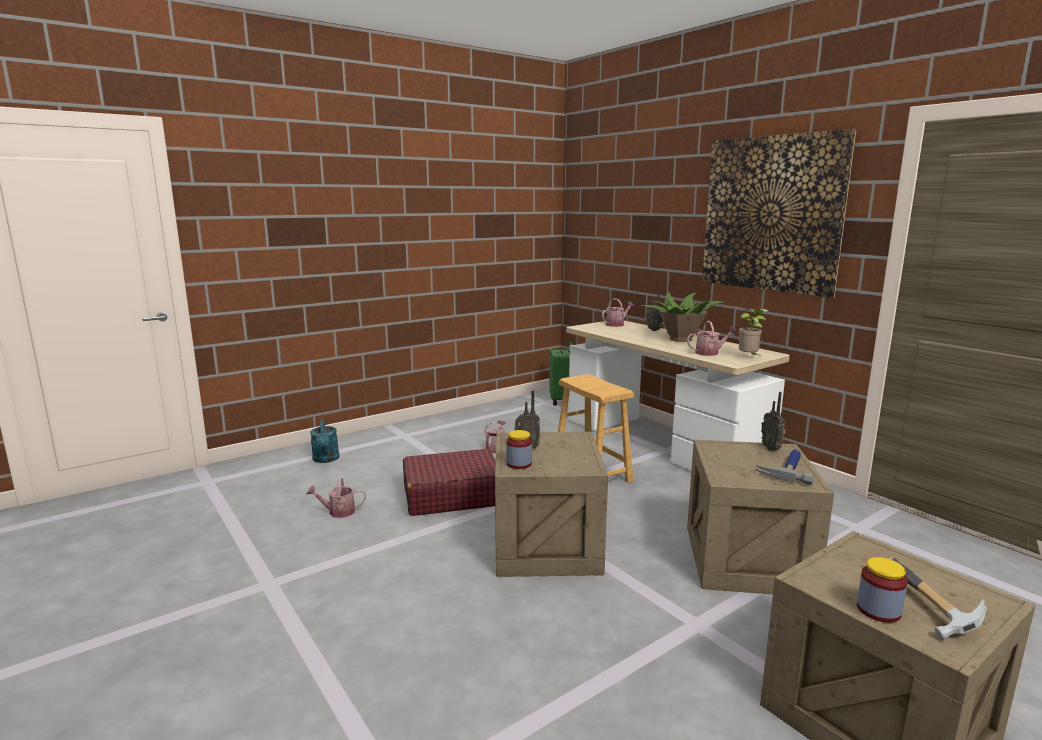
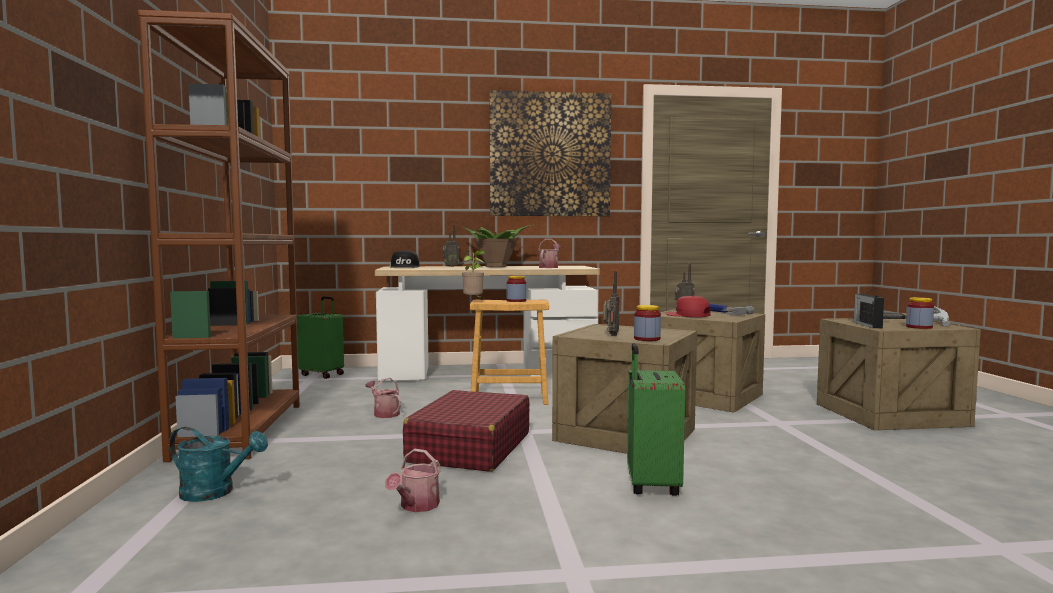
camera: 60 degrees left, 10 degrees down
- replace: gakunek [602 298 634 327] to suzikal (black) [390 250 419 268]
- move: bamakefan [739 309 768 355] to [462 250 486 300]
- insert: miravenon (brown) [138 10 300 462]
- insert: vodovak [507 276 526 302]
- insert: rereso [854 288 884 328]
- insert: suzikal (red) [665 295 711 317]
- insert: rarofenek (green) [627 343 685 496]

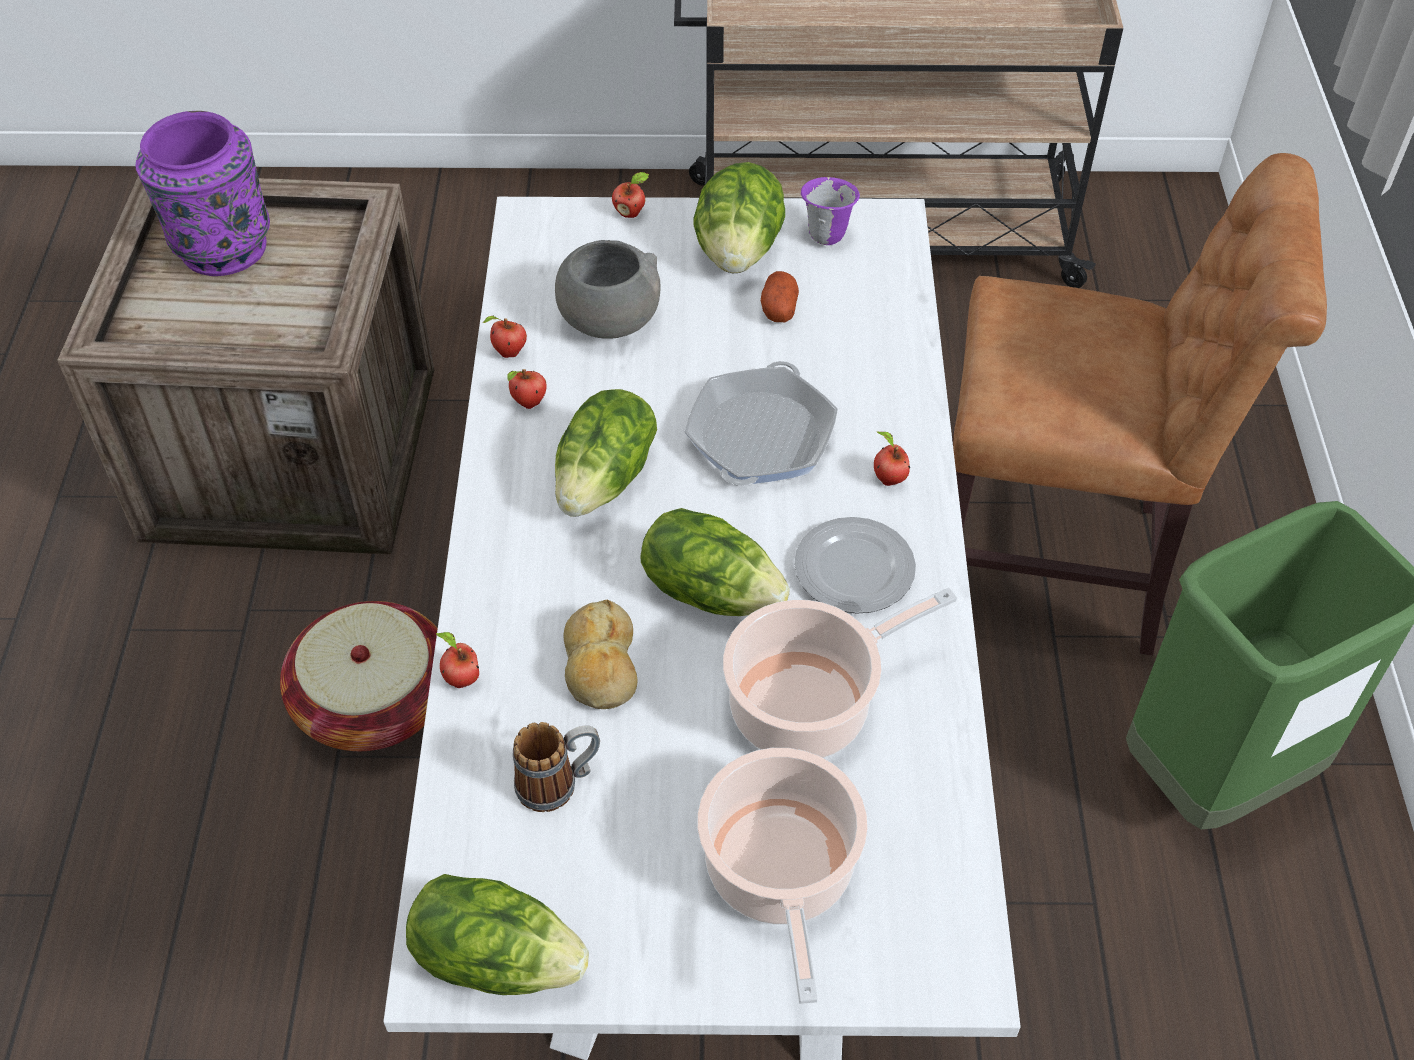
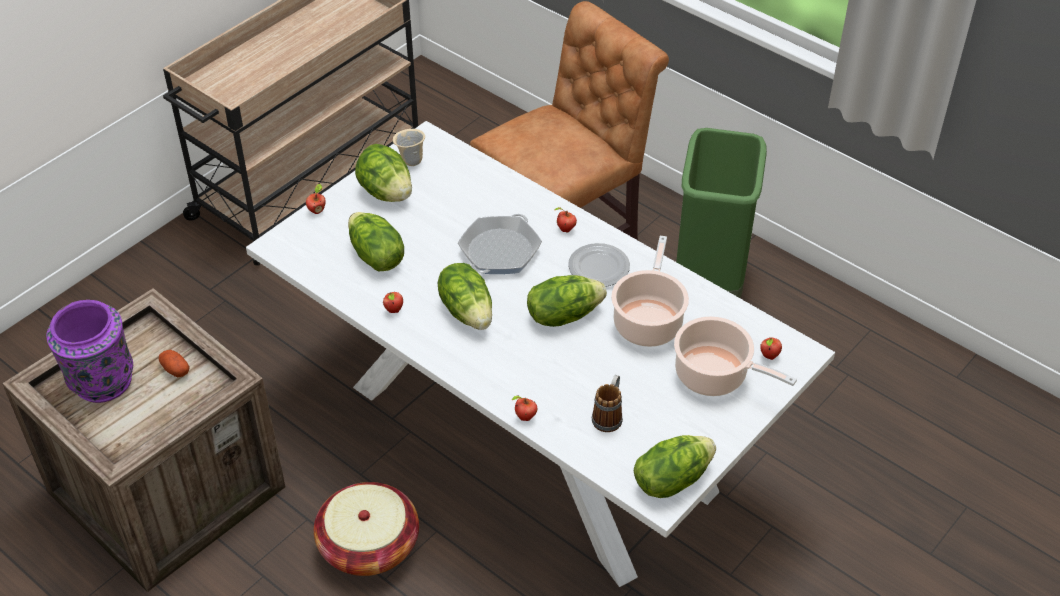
camera: 50 degrees left, 5 degrees down
- recolor: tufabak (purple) [801 177 860 245] to tufabak (beige) [393 129 425 166]
- replace: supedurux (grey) [555 240 661 339] to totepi [348 212 404 271]
- move: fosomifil [761 271 799 322] to [159 350 190 377]
- move: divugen [483 316 527 358] to [760 337 782 360]
- rotate: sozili [684 361 838 486] = [458 214 542 274] 120 degrees counterclockwise
- delete: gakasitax [563 600 637 709]

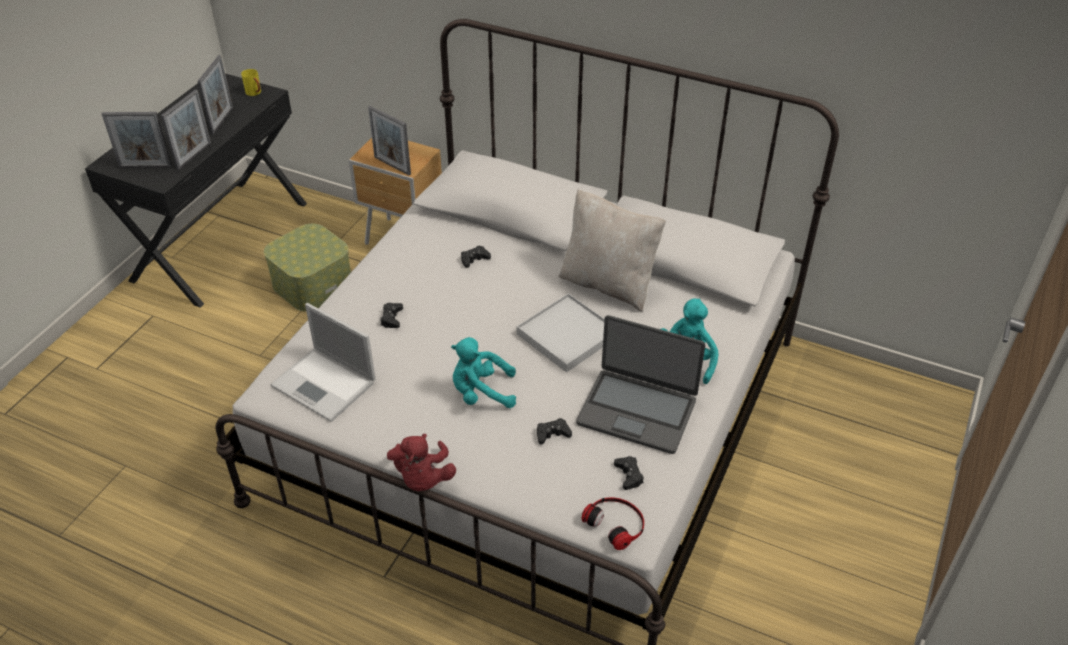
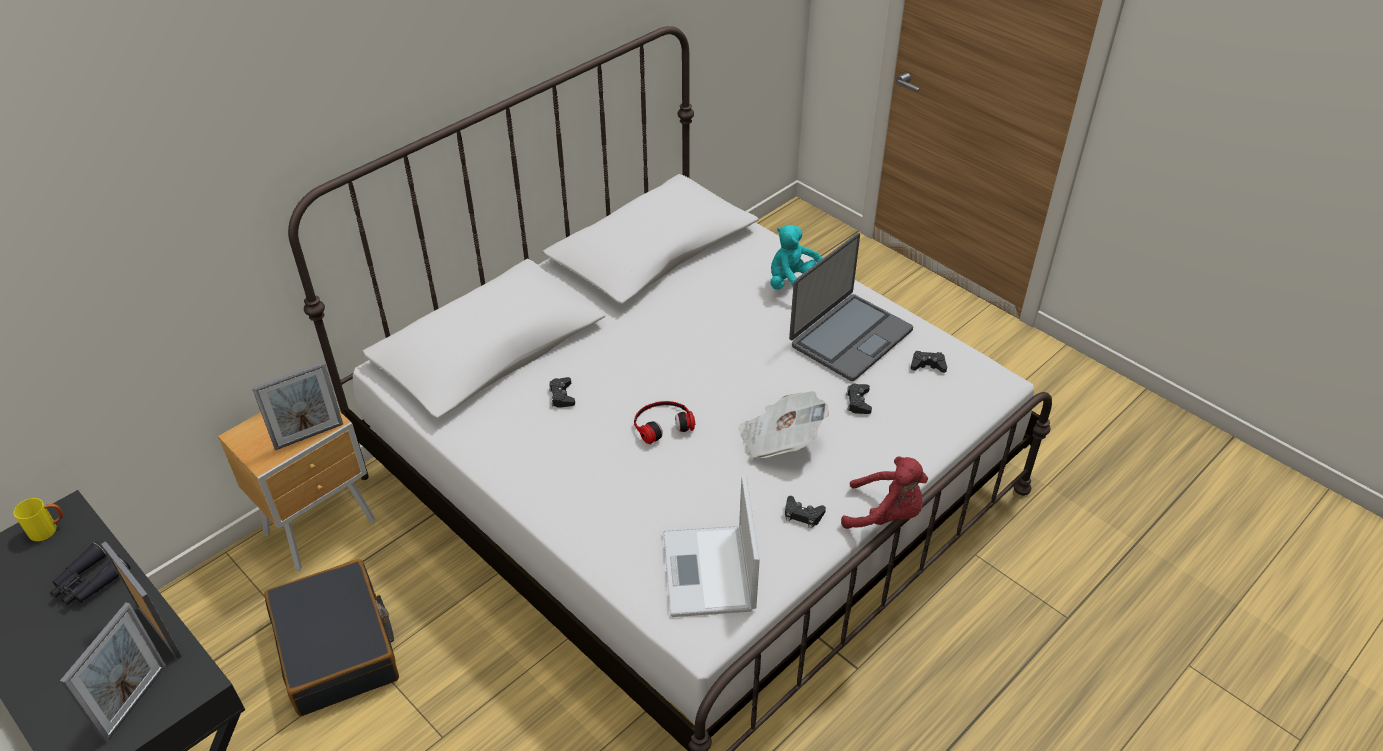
camera: 70 degrees left, 0 degrees up
- replace: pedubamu [198 55 233 135] to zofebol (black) [50 541 130 605]
- delete: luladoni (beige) [559 189 666 312]
- replace: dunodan [264 224 351 312] to rarofenek (black) [264 559 399 716]
- delete: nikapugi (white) [517 293 605 372]
- rotate: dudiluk [270 303 375 422] = [663 476 760 617] 120 degrees clockwise
- move: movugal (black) [381 303 403 328] to [785 496 826 528]
- replace: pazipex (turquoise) [451 337 516 408] to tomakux [738 391 829 459]
- move: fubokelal [581 497 644 550] to [634 401 695 444]

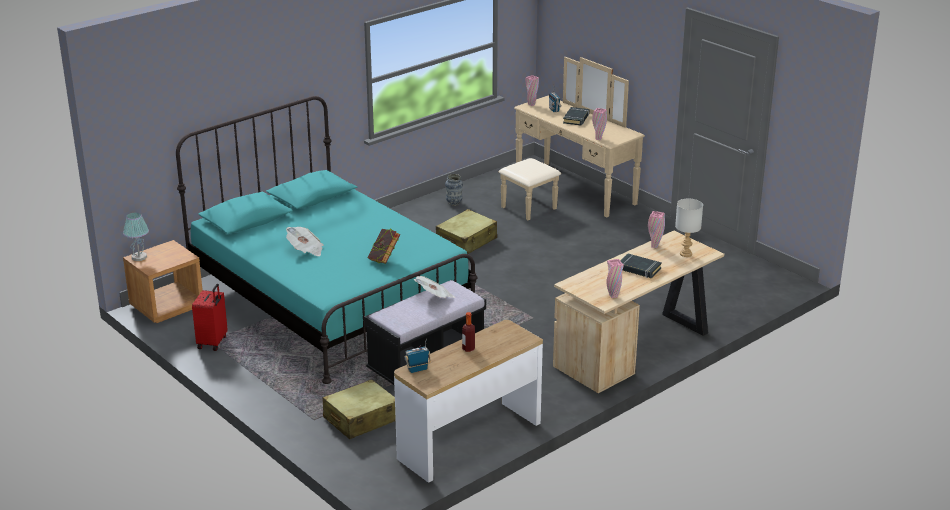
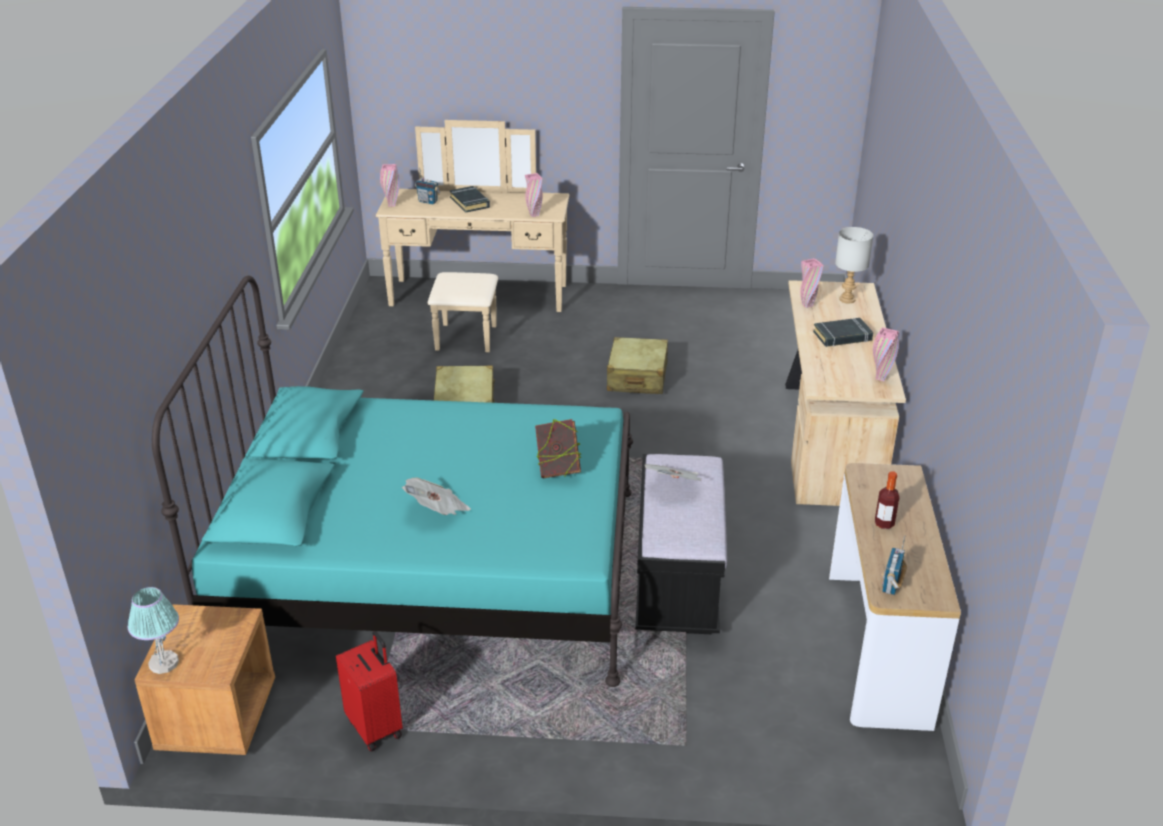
camera: 45 degrees left, 5 degrees up
- delete: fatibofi [445 174 463 206]
- move: rarofenek (beige) [322 379 396 439] to [607 337 668 394]

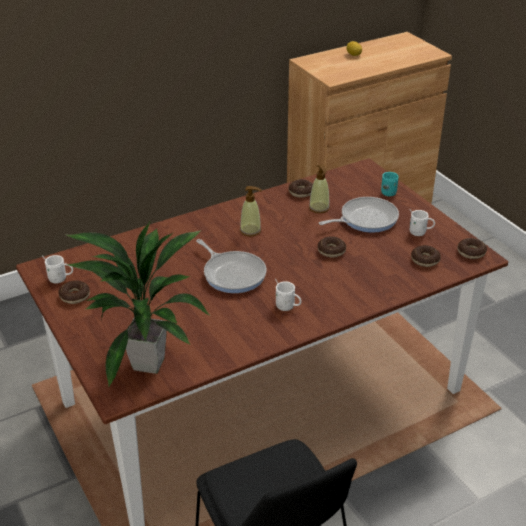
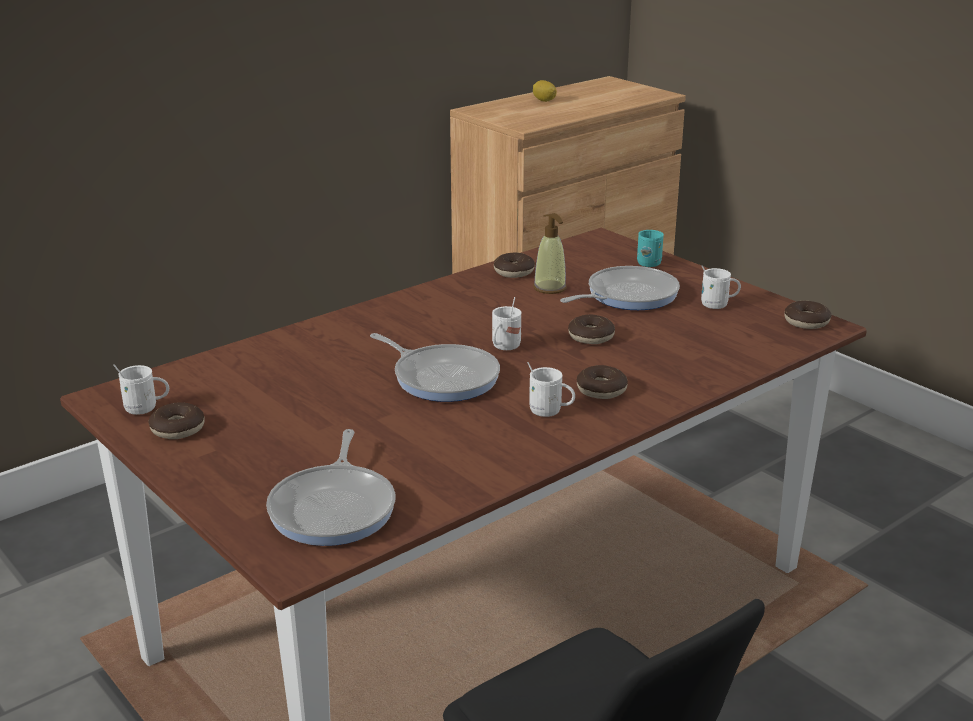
camera: 10 degrees left, 10 degrees down
- delete: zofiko [240 186 262 236]
- replace: bamakefan [67 220 210 388] to sozili [266 429 395 546]
- move: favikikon [411 245 441 267] to [577 365 628 399]
- insert: tufabak (white) [492 297 522 350]

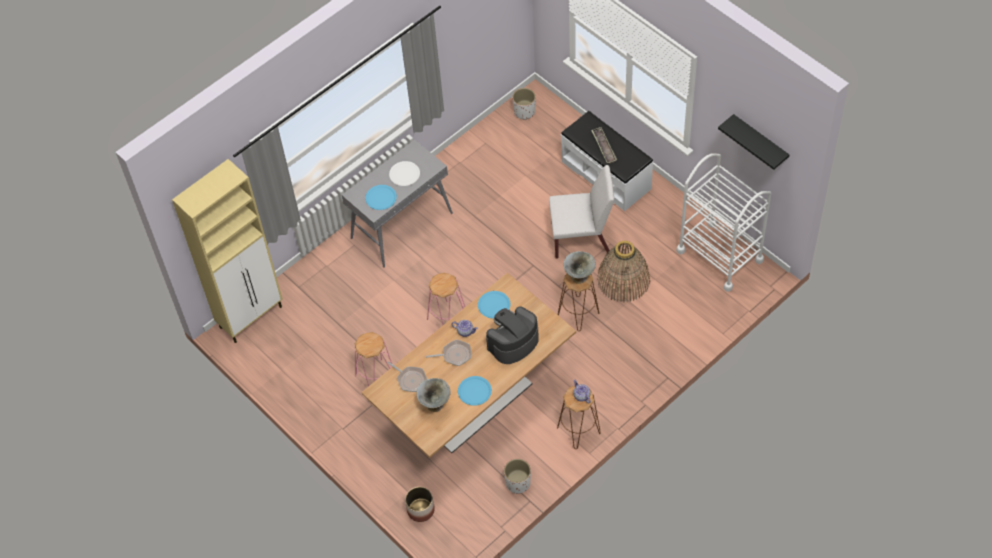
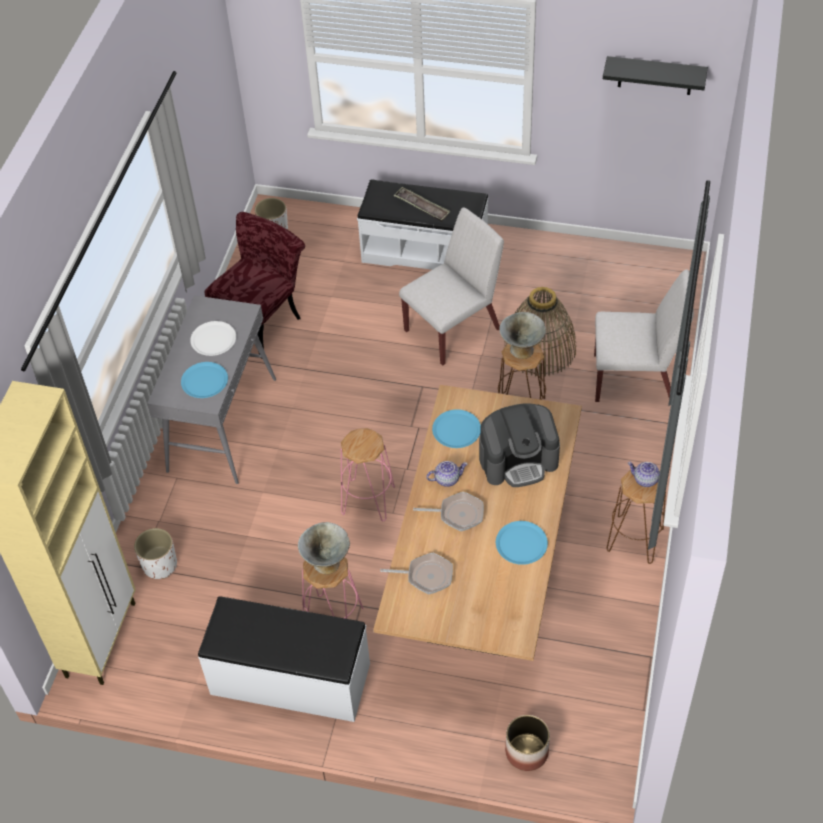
camera: 35 degrees left, 5 degrees down
- delete: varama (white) [676 153 772 292]
- rotate: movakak [486 306 539 364] = [479 404 560 487] 120 degrees counterclockwise
- rotate: sozili [425 340 471 366] = [413 492 484 531] 45 degrees clockwise
- move: supedurux (grey) [417 378 451 412] to [298 522 350 574]
- move: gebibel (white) [504 459 531 494] to [134 528 177 579]
- insert: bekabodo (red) [205 212 305 359]
- insert: bekabodo (white) [594 270 694 402]
- insert: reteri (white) [198 596 370 722]

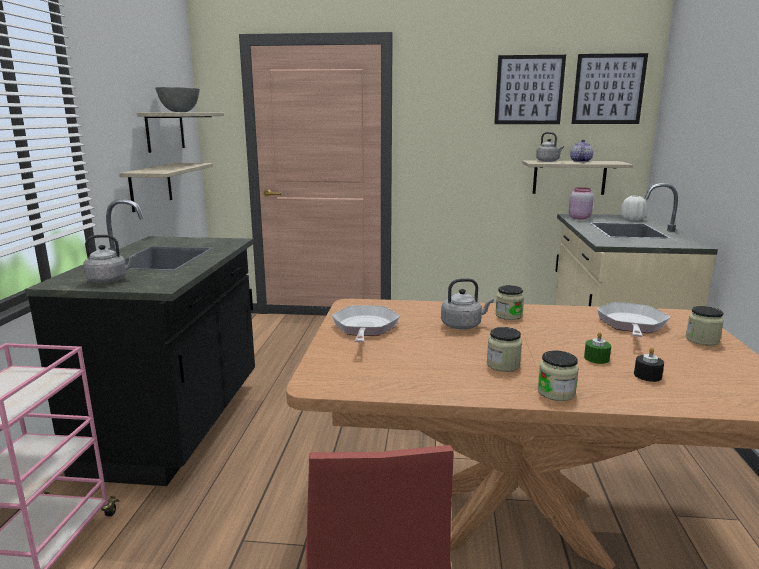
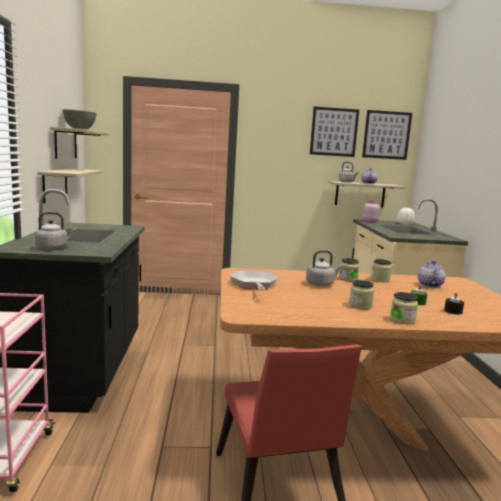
camera: 10 degrees left, 5 degrees down
- replace: sozili [597 302 671 337] to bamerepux [418 261 446 288]
- move: vodovak [686 306 724 346] to [371 259 391 282]

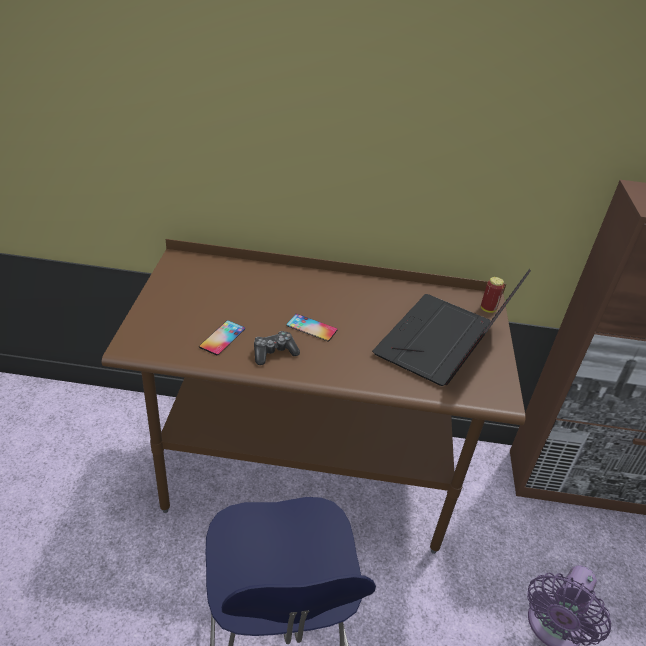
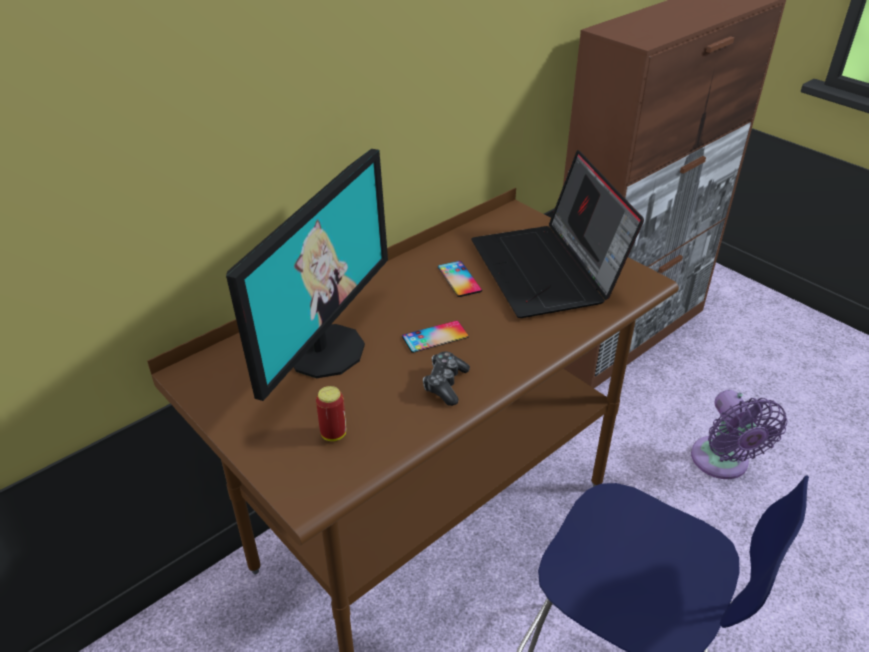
camera: 45 degrees left, 0 degrees up
- move: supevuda [481 277 504 313] to [316 386 346 441]
- move: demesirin [199 320 245 355] to [438 261 482 297]
- insert: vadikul [226 149 388 401]

